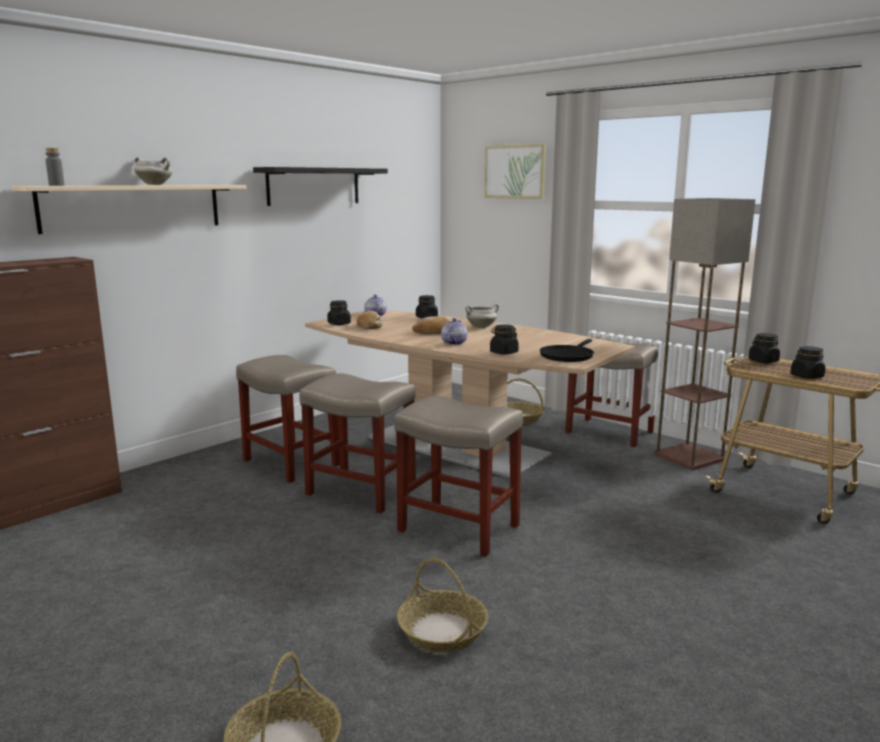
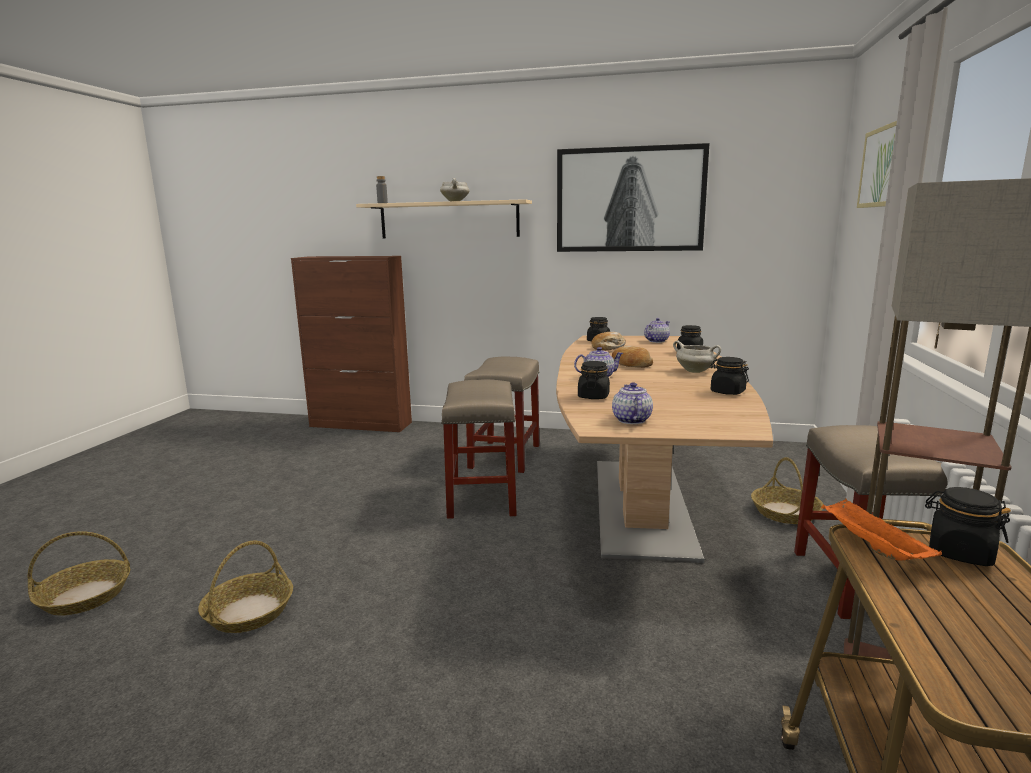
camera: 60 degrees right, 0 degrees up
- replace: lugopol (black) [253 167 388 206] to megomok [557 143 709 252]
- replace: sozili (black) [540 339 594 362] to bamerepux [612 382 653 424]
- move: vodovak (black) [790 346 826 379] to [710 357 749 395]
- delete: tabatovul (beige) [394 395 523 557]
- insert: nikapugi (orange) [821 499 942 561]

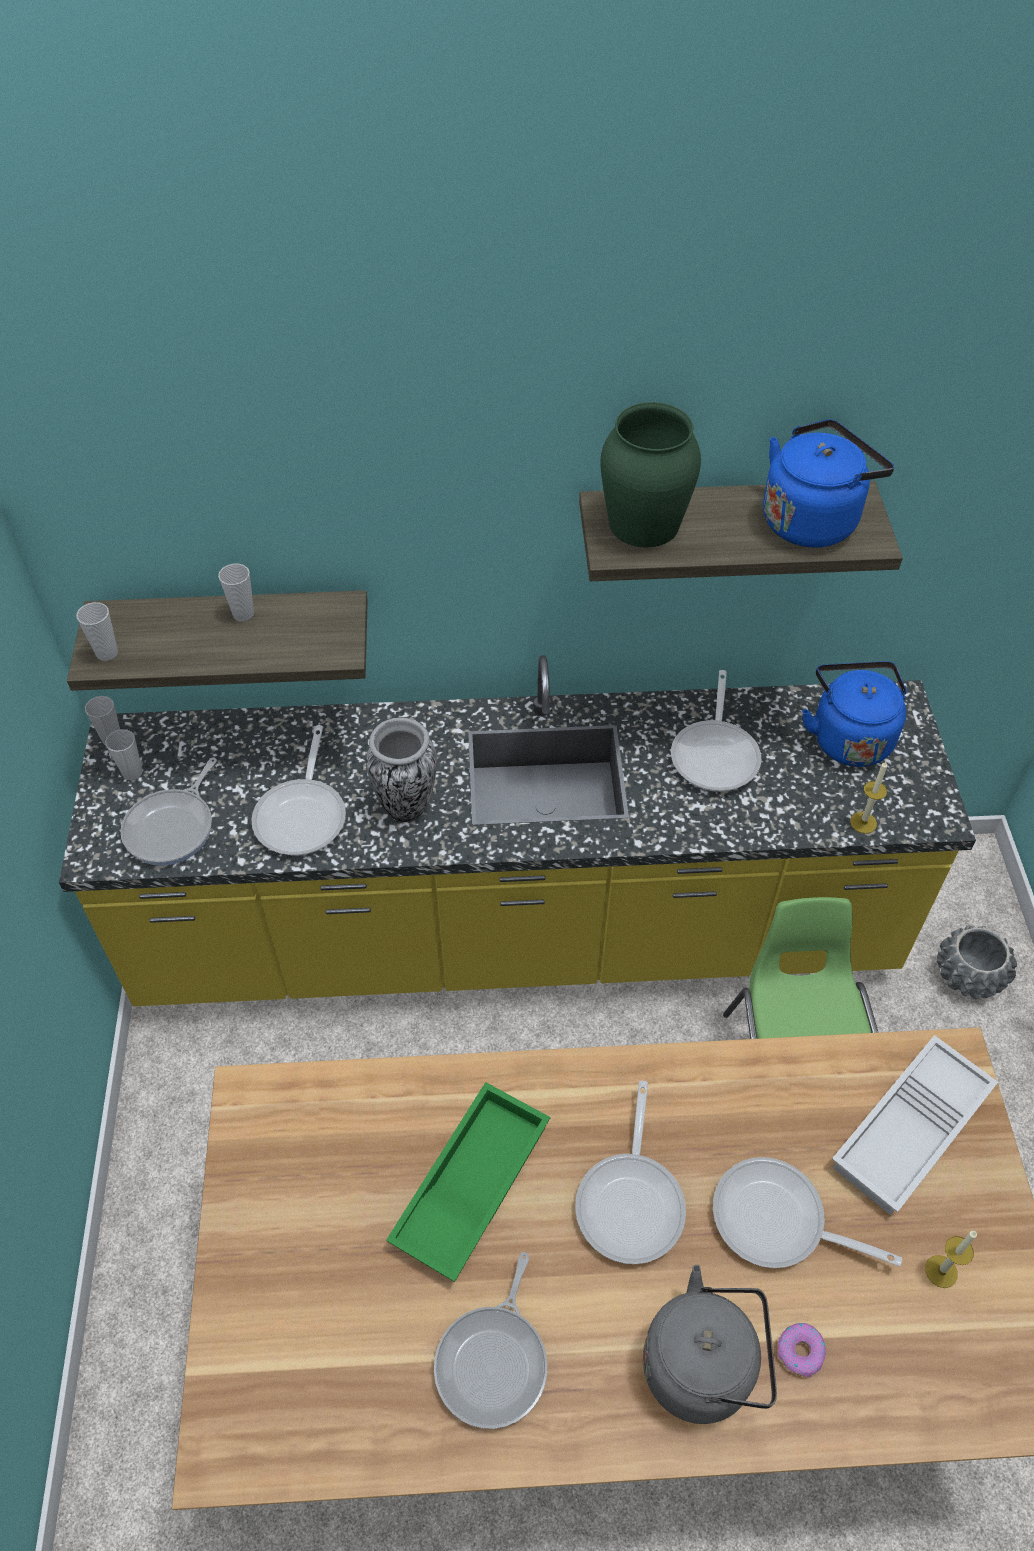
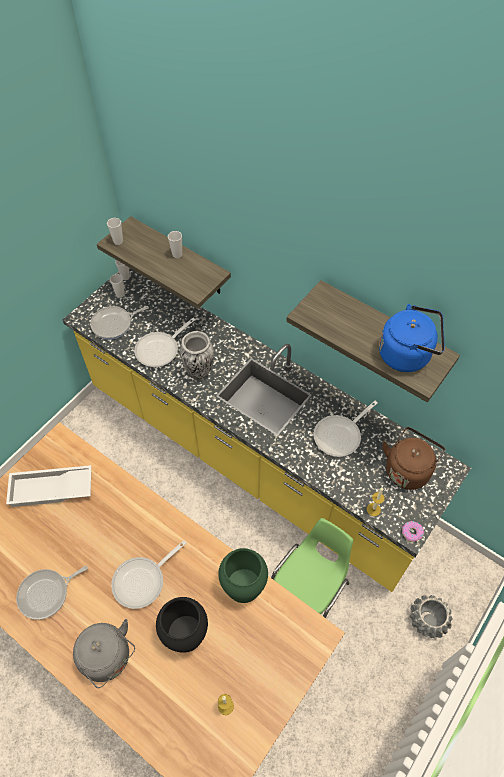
camera: 40 degrees right, 5 degrees up
- move: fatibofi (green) [600 402 701 547] to [218 548 268 603]
- recolor: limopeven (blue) [802 661 907 767] to limopeven (brown) [383 427 446 490]
- move: nikapugi (white) [832 1035 998 1215] to [6 465 92 507]
- delete: nikapugi (green) [386 1082 551 1282]
- replace: sozili [713 1157 902 1268] to fatibofi (black) [156 597 208 653]
- move: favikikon [777 1323 826 1377] to [402 521 424 542]

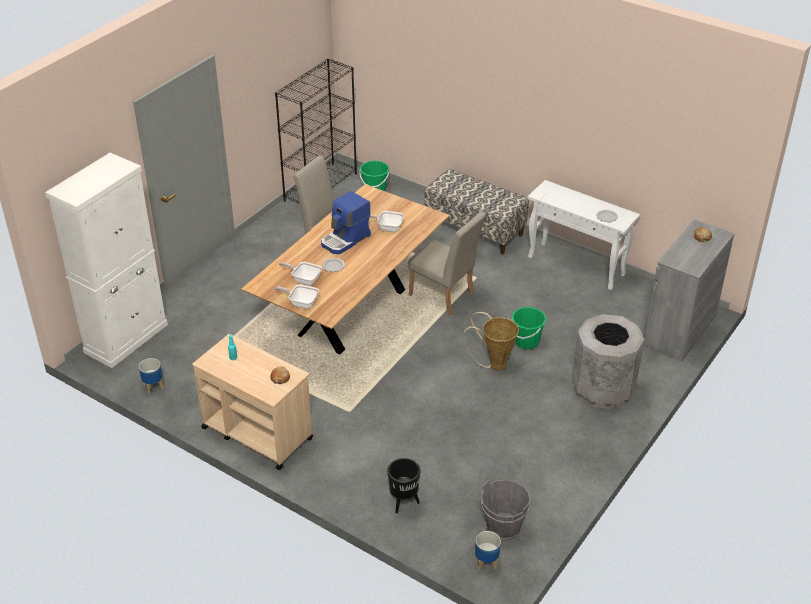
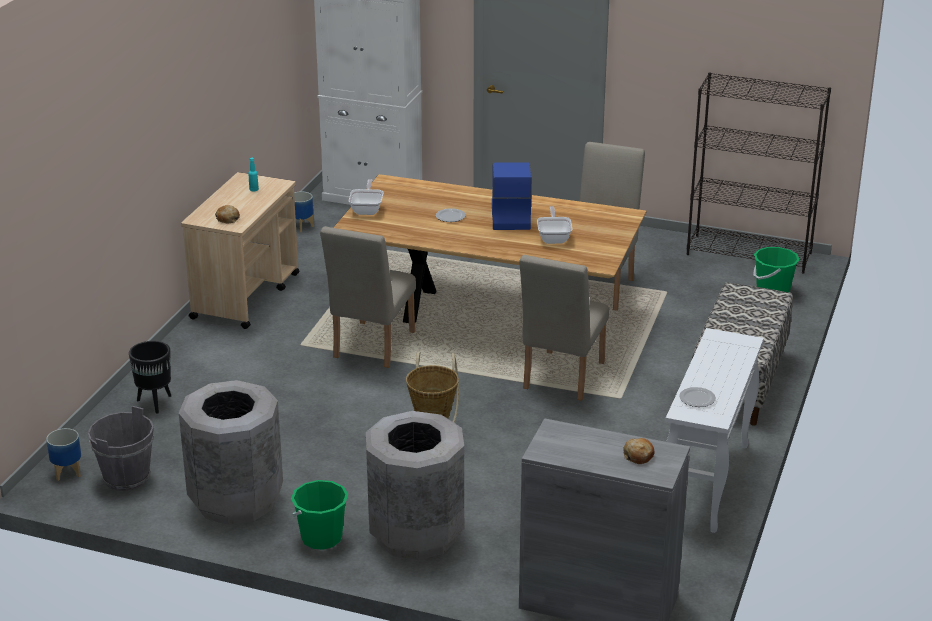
camera: 75 degrees right, 10 degrees down
- rotate: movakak [321 191 371 254] = [492 162 532 230] 60 degrees clockwise
- delete: sozili [279 262 322 286]
- move: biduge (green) [512 307 547 349] to [291 480 348 550]
- insert: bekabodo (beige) [320 226 416 368]
- insert: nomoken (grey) [179 380 283 525]

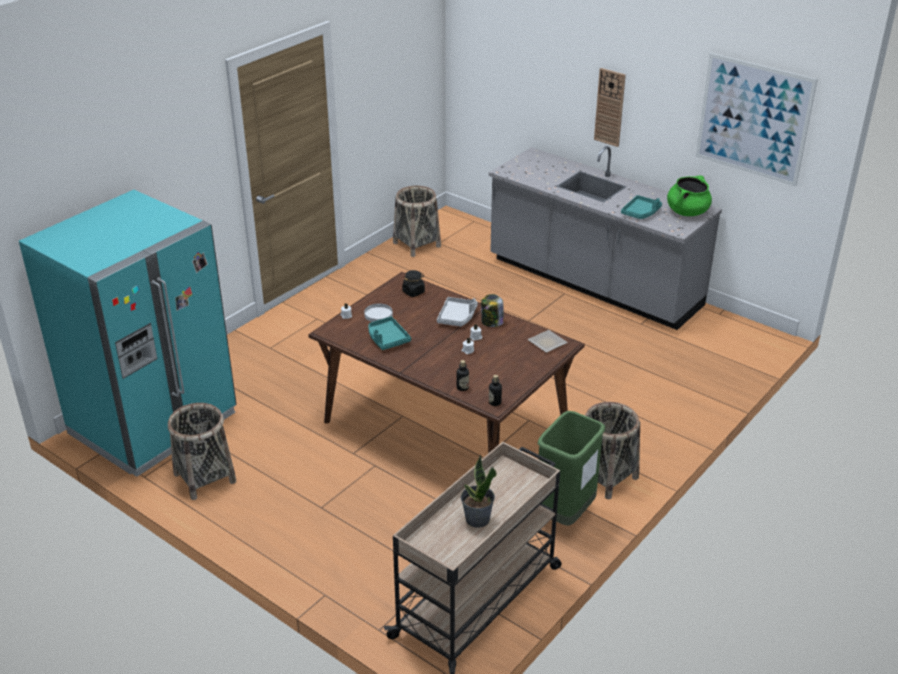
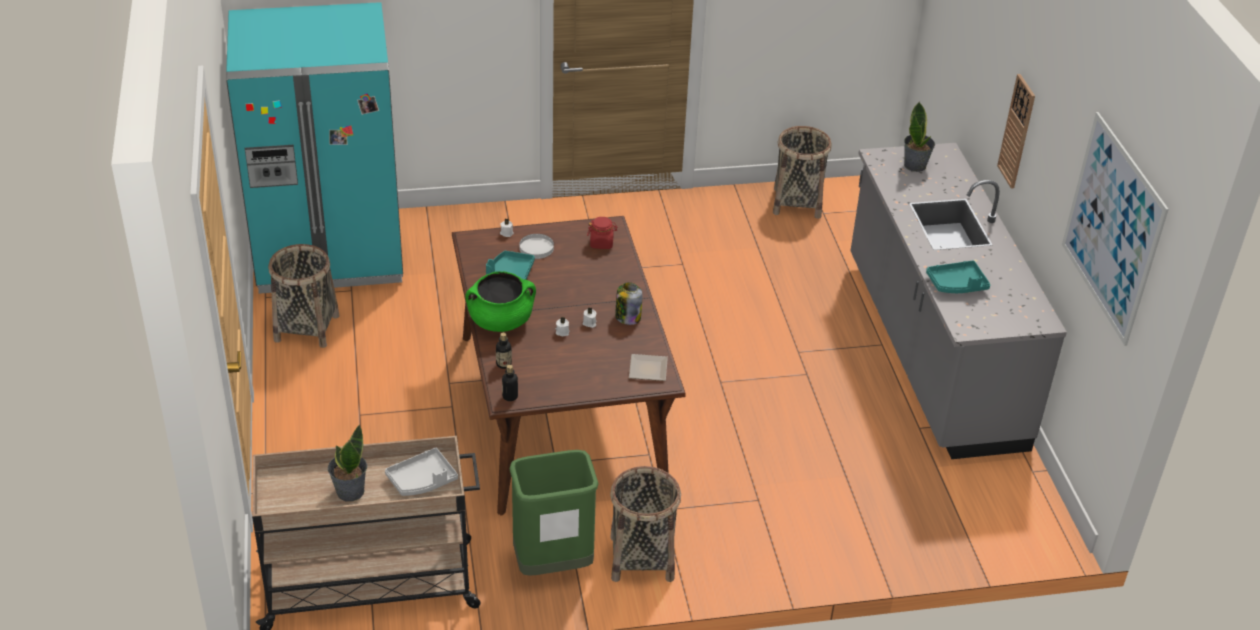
camera: 40 degrees right, 5 degrees up
- move: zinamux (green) [667 175 712 216] to [466 271 536 332]
- recolor: vodovak (black) [402 270 425 297] to vodovak (red) [587 217 617 249]
- move: nikapugi (grey) [437 297 478 326] to [385 448 458 496]
- insert: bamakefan [904 102 935 172]

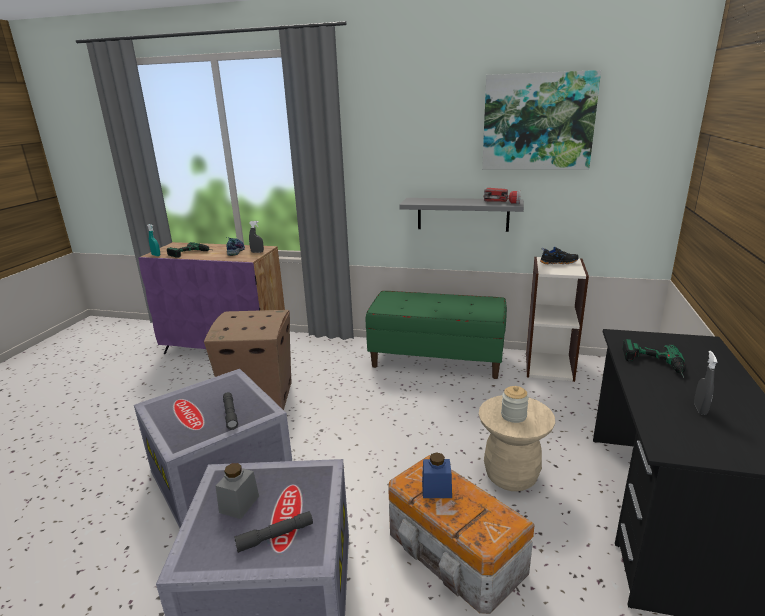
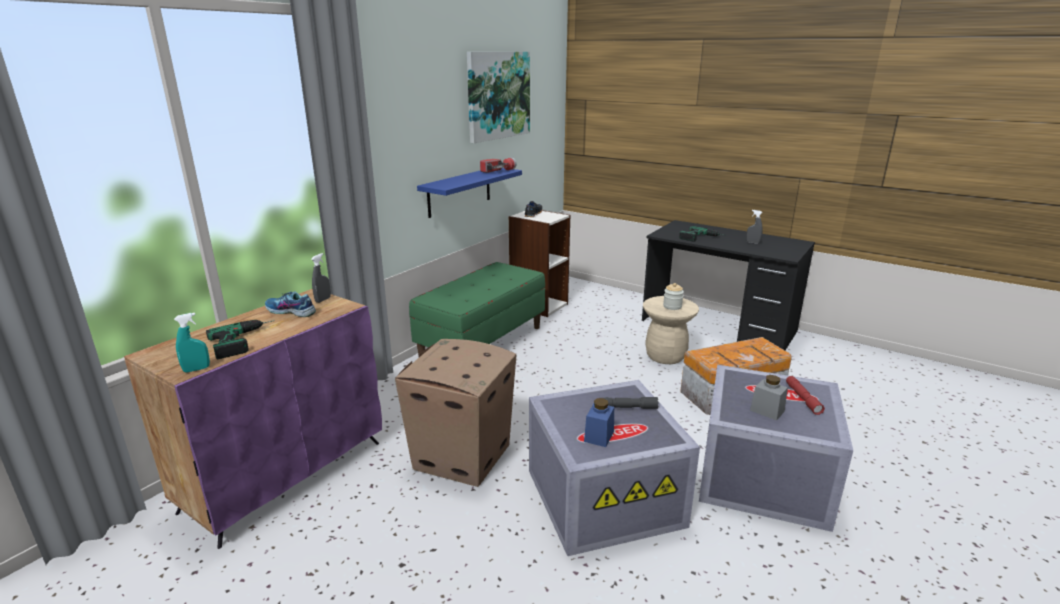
camera: 70 degrees left, 0 degrees up
- recolor: lugopol (grey) [399 198 524 232] to lugopol (blue) [417 168 522 218]
- move: vodovak (blue) [422 452 452 498] to [584 398 614 447]
- recolor: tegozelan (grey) [234 511 313 553] to tegozelan (red) [786 376 825 415]

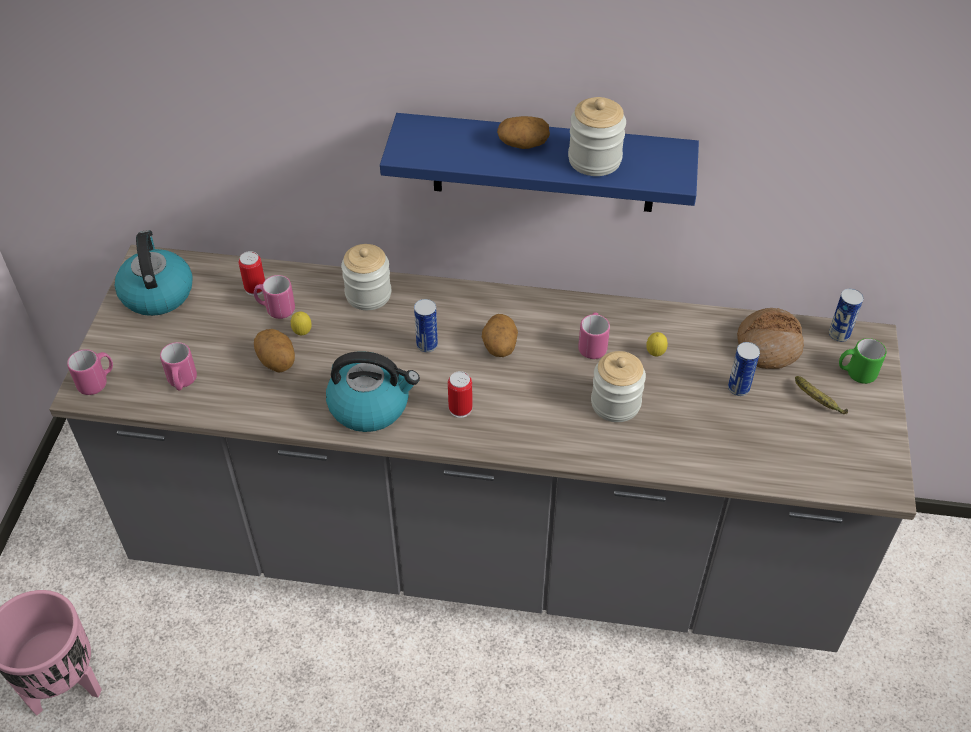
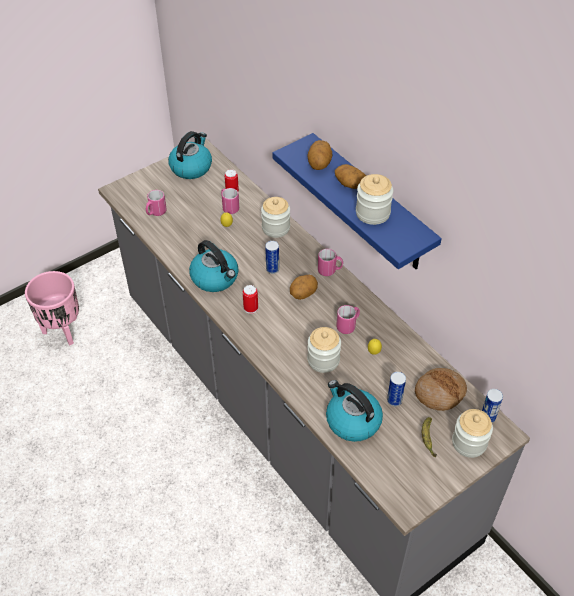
camera: 45 degrees right, 0 degrees up
- move: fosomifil [254 329 295 373] to [307 140 332 170]
- replace: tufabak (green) [839 338 886 384] to vodovak [452 409 493 458]
- move: tufabak (pink) [67 349 113 395] to [318 249 343 276]
- insert: limopeven [326 380 383 442]

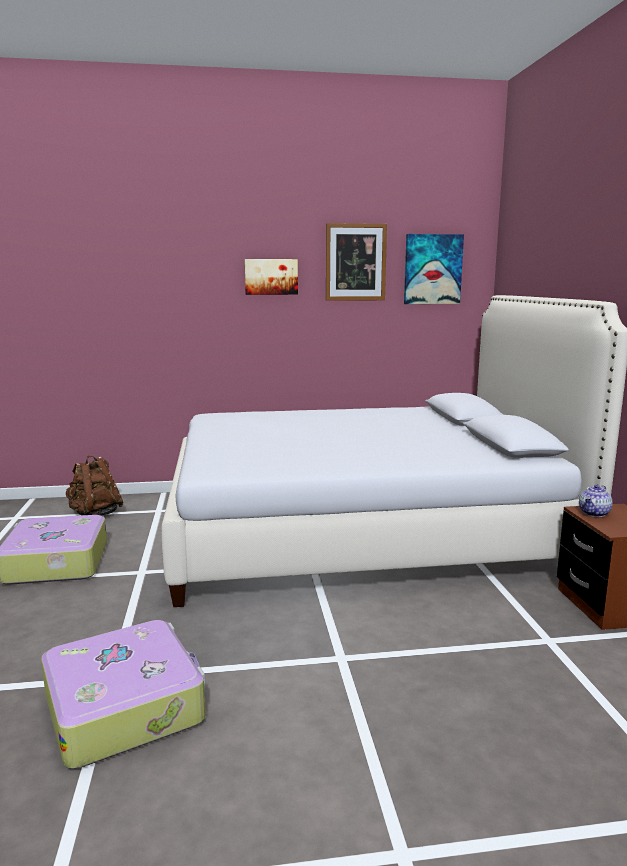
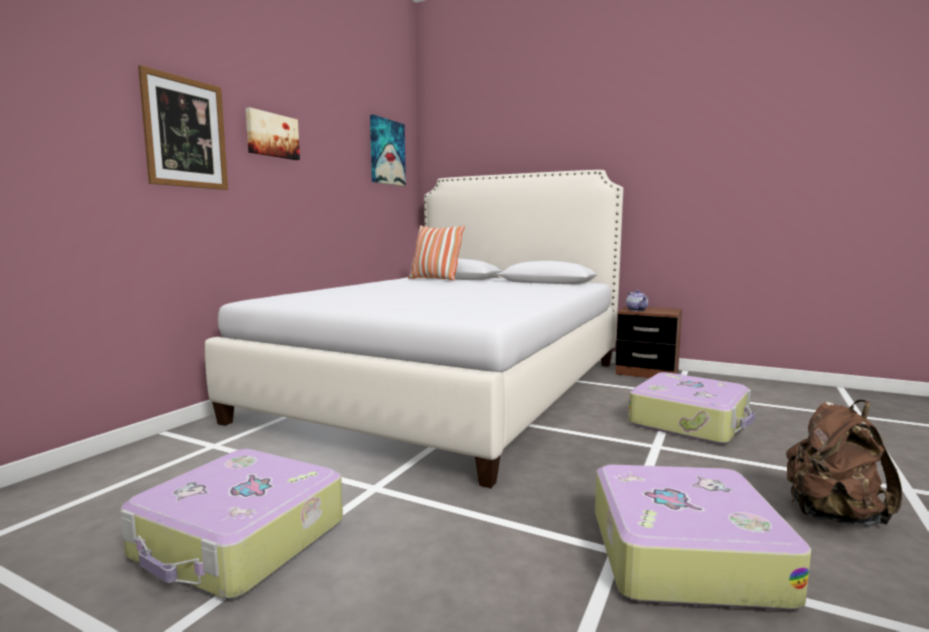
camera: 55 degrees left, 5 degrees down
- move: megomok [326 223 387 301] to [138 65 228 190]
- move: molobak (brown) [66 456 124 516] to [786 400 902 525]
- insert: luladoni [408 225 465 281]
- insert: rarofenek [628 372 755 444]

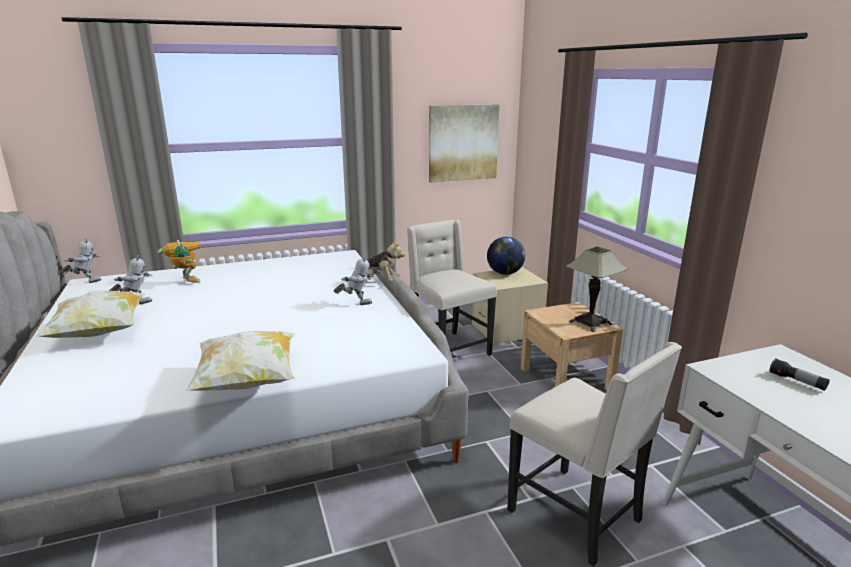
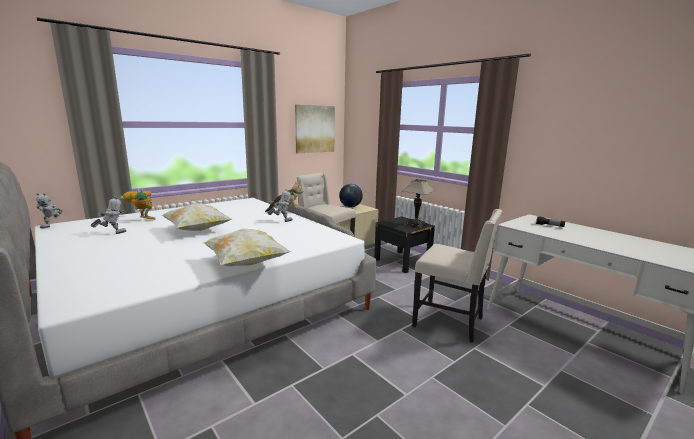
camera: 20 degrees left, 5 degrees down
- rotate: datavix [59 238 101 283] = [36 193 62 228] 135 degrees clockwise
- move: luladoni [36 291 145 338] to [161 203 232 231]
- recolor: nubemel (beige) [521 302 623 390] to nubemel (black) [374 217 435 273]

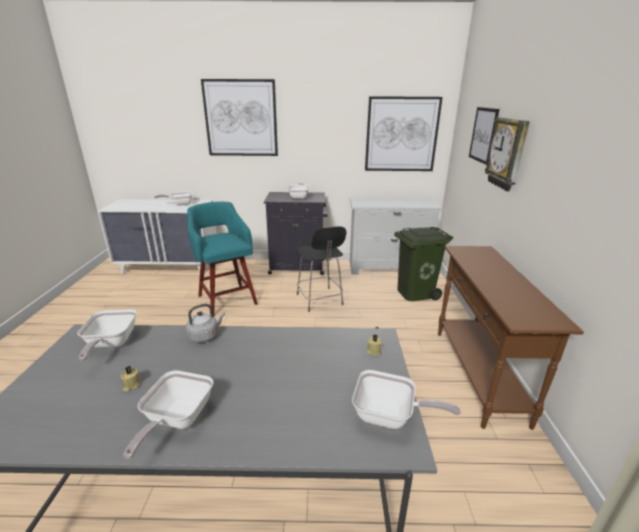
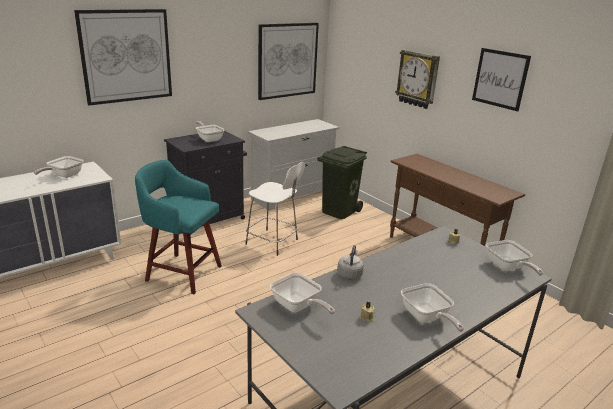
camera: 40 degrees left, 0 degrees up
- move: megomok [469 107 499 165] to [472 48 531 111]
- recolor: tabatovul (black) [297 226 346 312] to tabatovul (white) [245 162 305 256]
- rotate: sozili [352 370 461 429] = [486 240 543 276] 90 degrees clockwise

